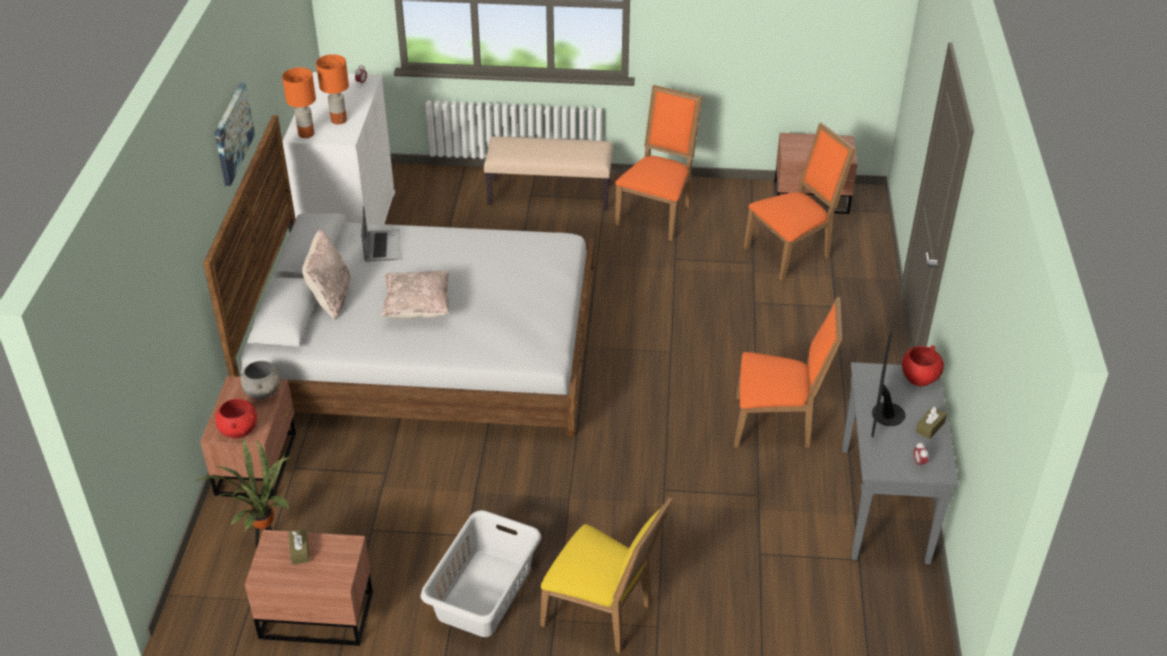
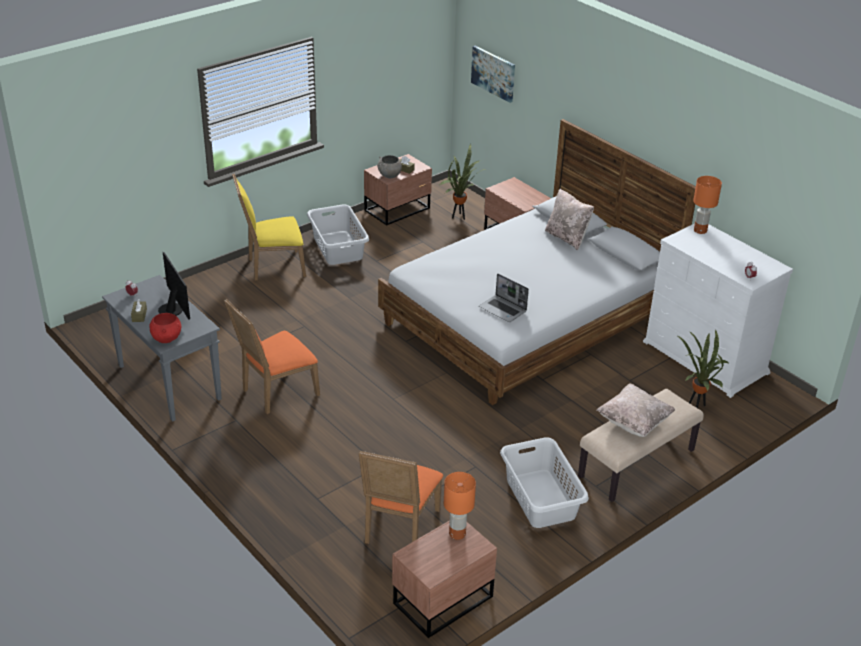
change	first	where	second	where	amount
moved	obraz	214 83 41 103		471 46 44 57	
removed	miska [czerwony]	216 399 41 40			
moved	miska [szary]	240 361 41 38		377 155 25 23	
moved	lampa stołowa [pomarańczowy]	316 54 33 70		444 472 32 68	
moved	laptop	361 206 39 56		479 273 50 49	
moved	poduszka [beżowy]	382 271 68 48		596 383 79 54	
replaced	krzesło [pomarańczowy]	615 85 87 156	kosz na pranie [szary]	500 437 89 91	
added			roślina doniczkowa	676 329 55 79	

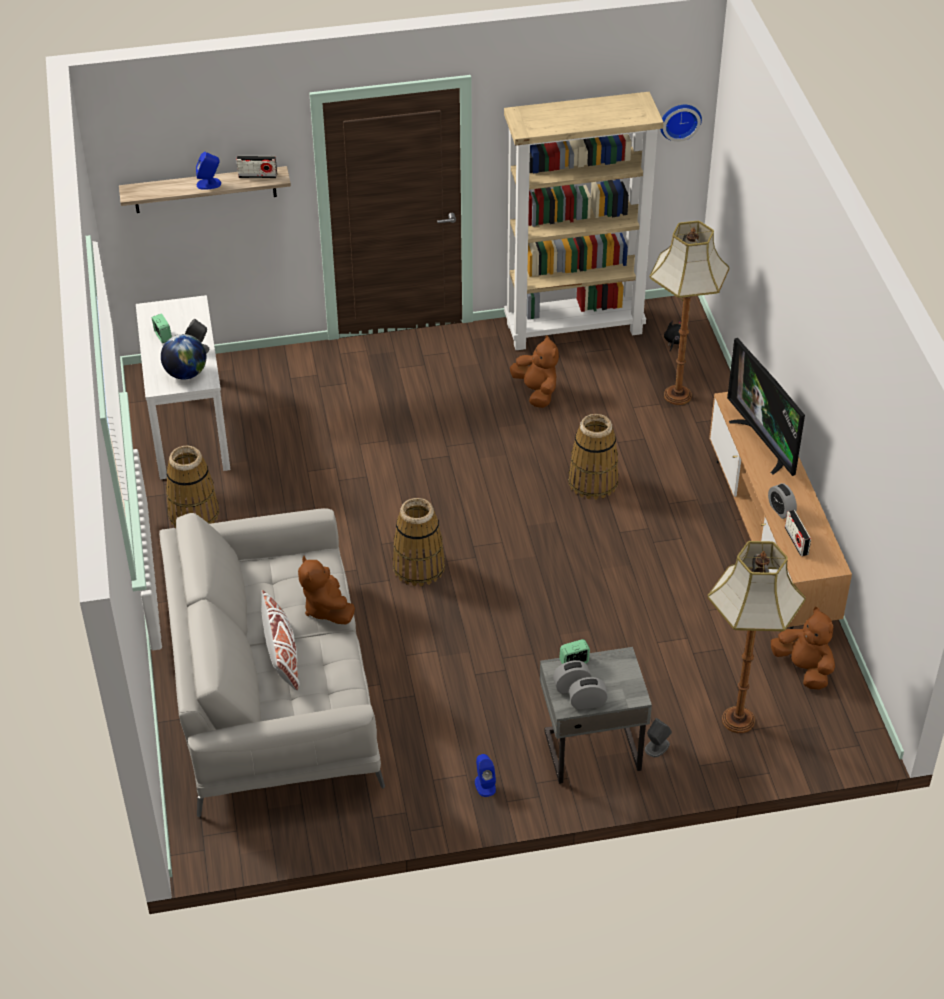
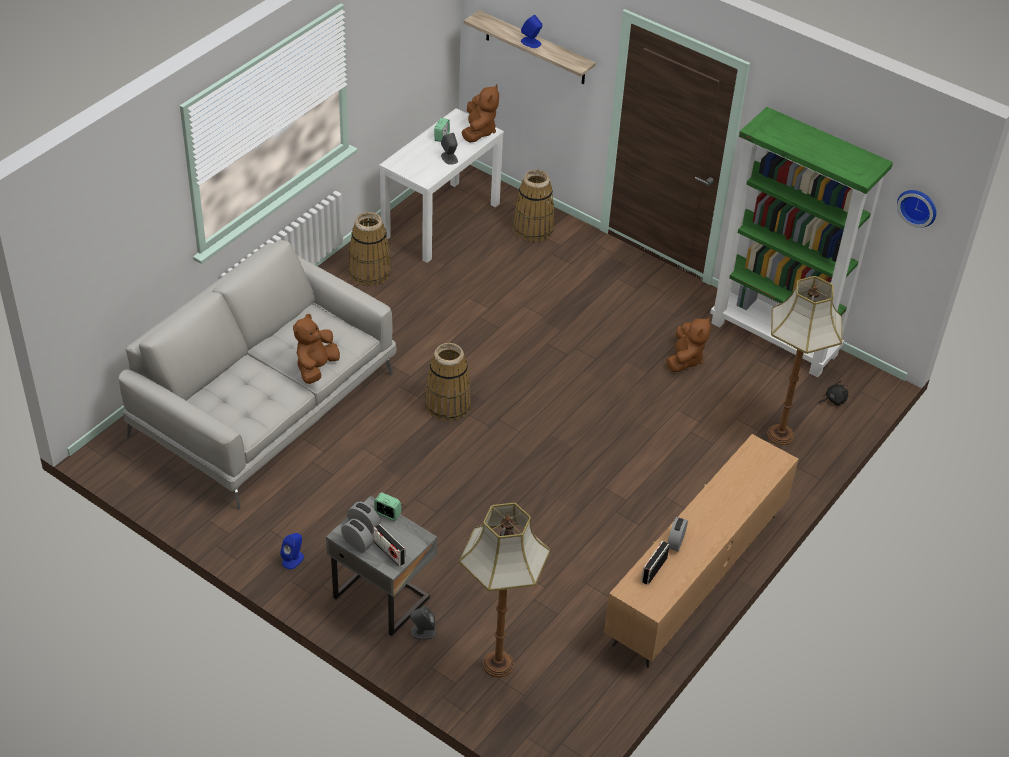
change	first	where	second	where	amount
removed	globus	161 334 45 46			
moved	radio	237 156 40 22		373 524 32 42	
removed	poduszka [biały]	261 590 38 100			
recoloured	regał [beżowy]	504 92 160 258	regał [zielony]	710 107 183 270	
moved	koszyk	568 414 51 86		513 170 41 72	
removed	telewizor	727 338 78 138			
moved	pluszak [brązowy]	771 607 64 83		462 84 37 59	

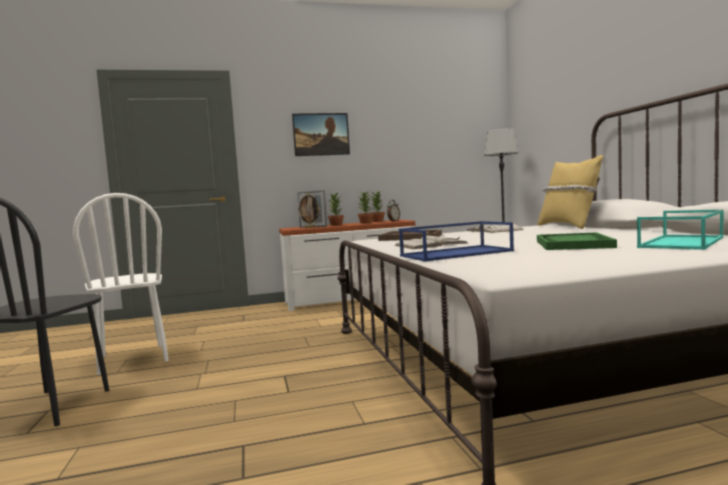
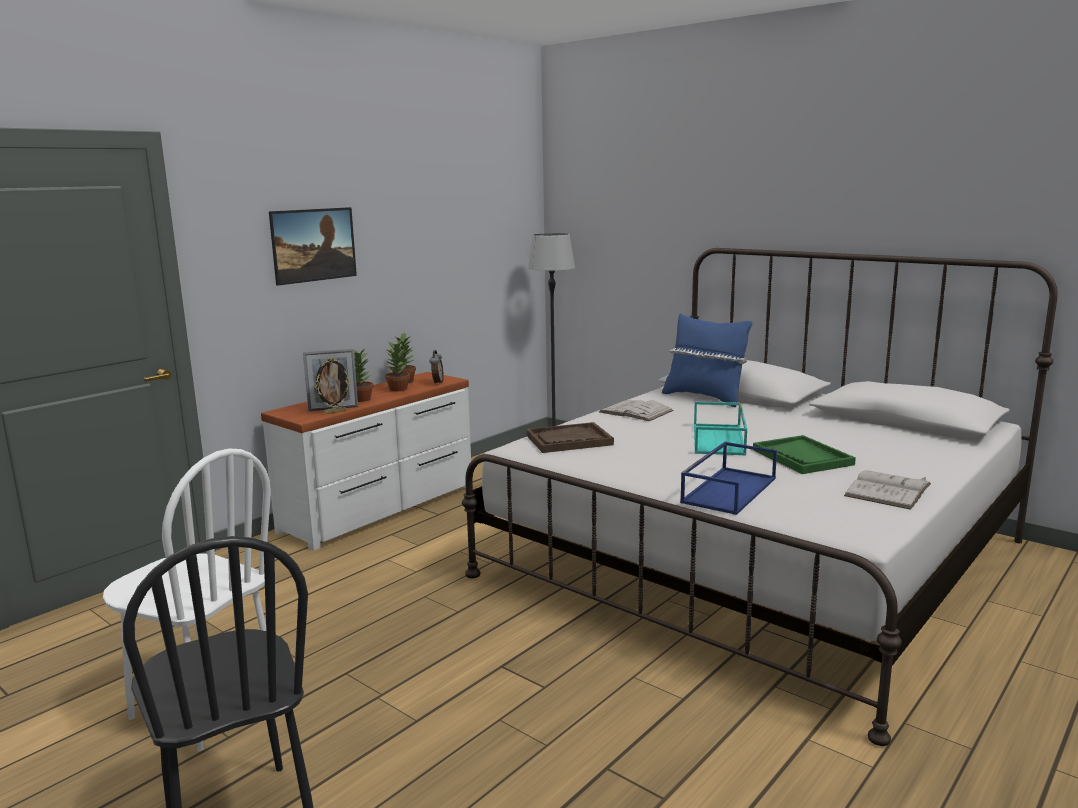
change	first	where	second	where	amount
moved	książka [biały]	395 235 72 14		844 470 87 40	
recoloured	poduszka [żółty]	537 155 66 74	poduszka [niebieski]	662 313 91 94	
moved	taca [turkusowy]	637 209 87 41		694 402 53 54	

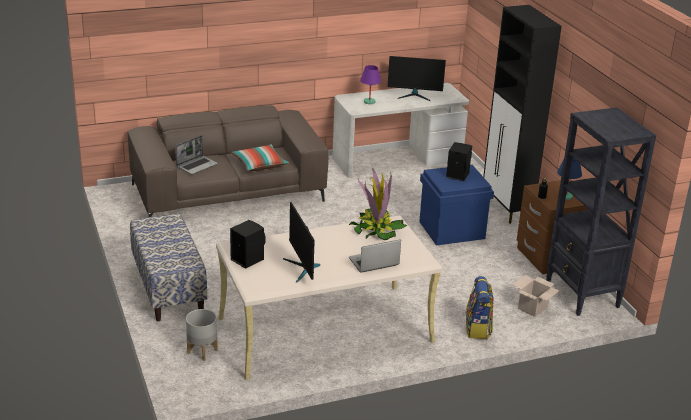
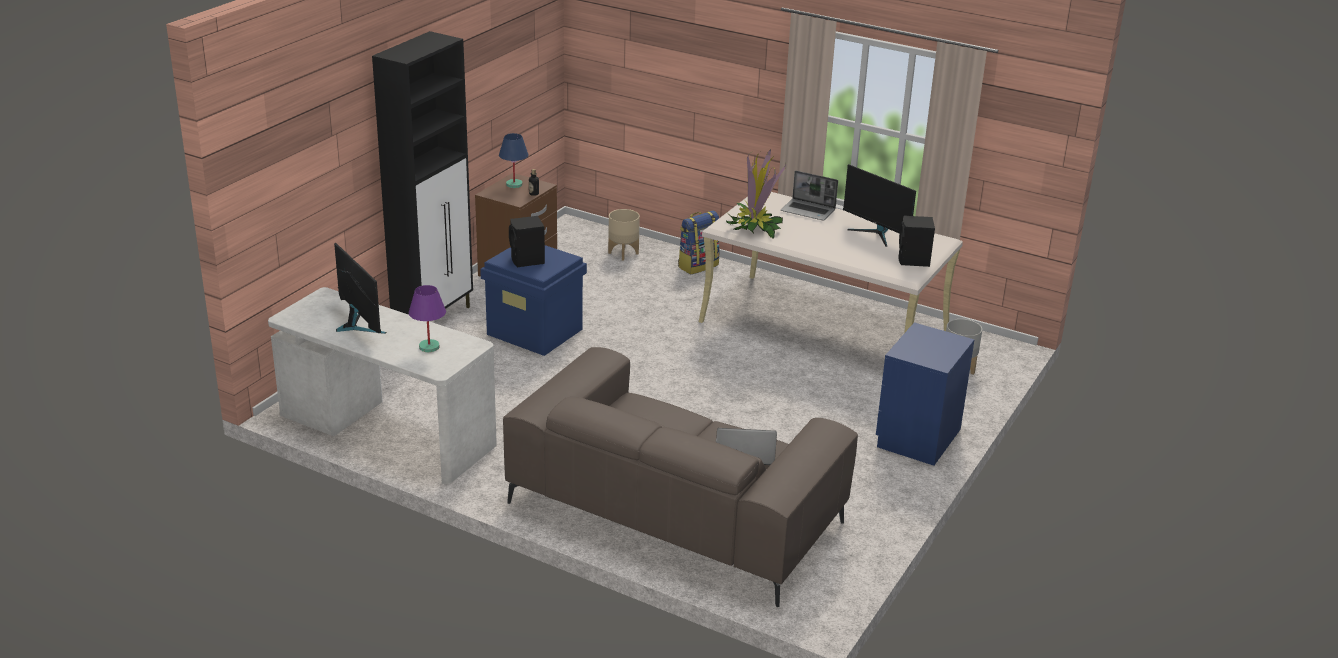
change	first	where	second	where	amount
replaced	ławka	130 213 77 108	szafka nocna [niebieski]	876 322 99 144	
removed	poduszka	231 145 58 26			
turned	monitor	283 202 37 80		843 164 73 83	105 degrees clockwise
replaced	karton	513 275 47 42	donica [beżowy]	608 209 32 51	
removed	regał [czarny]	546 107 110 209			

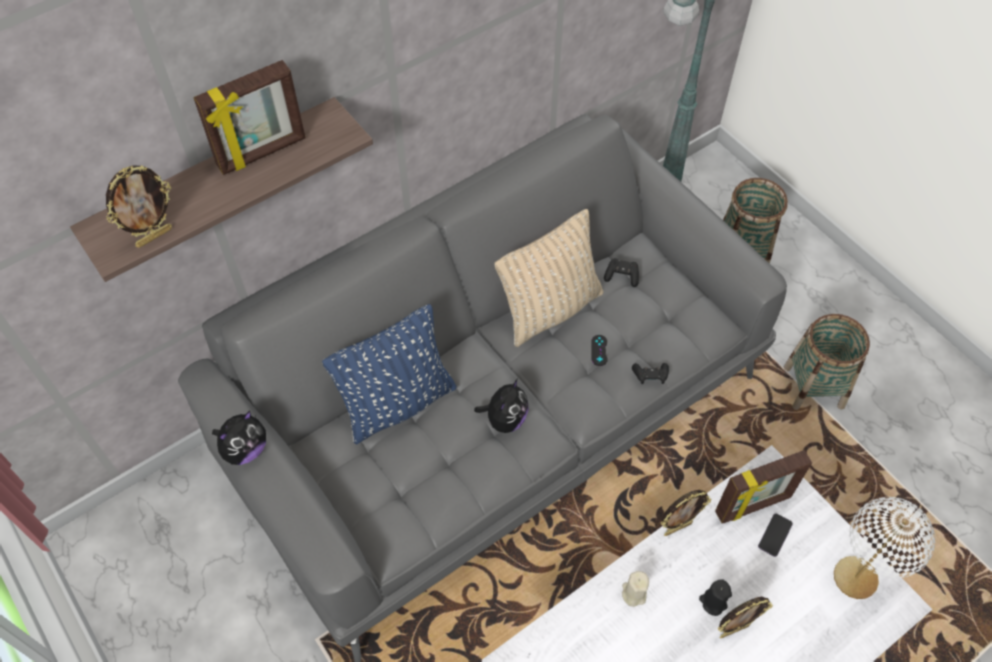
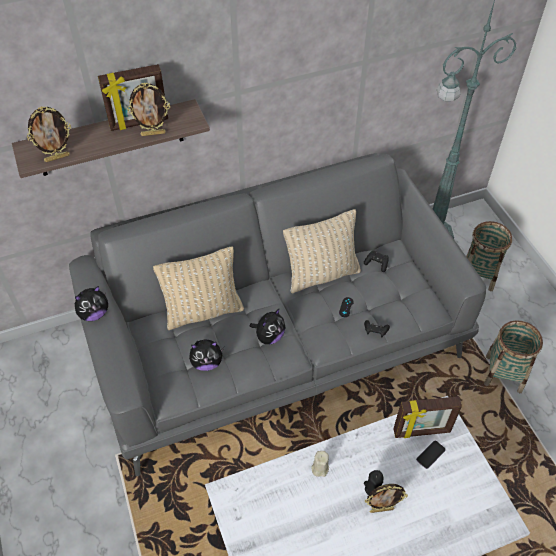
change	first	where	second	where	amount
recoloured	poduszka [niebieski]	322 304 135 141	poduszka [beżowy]	153 247 91 83	
moved	ramka na zdjęcie	660 490 52 46		127 82 43 54	
removed	lampa stołowa [biały]	834 497 101 102			
added			pluszak	189 340 35 31	

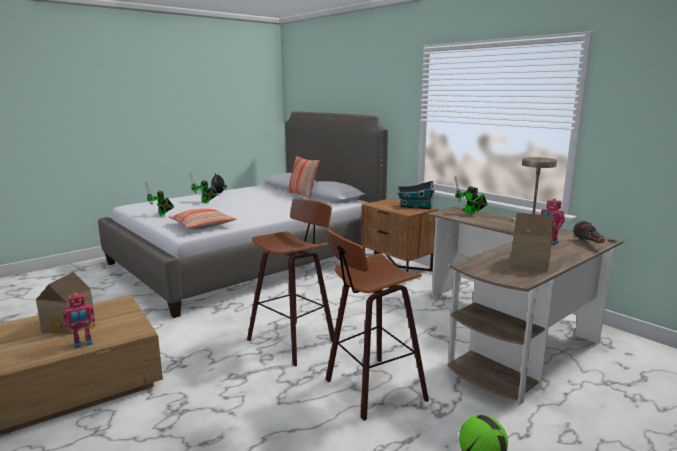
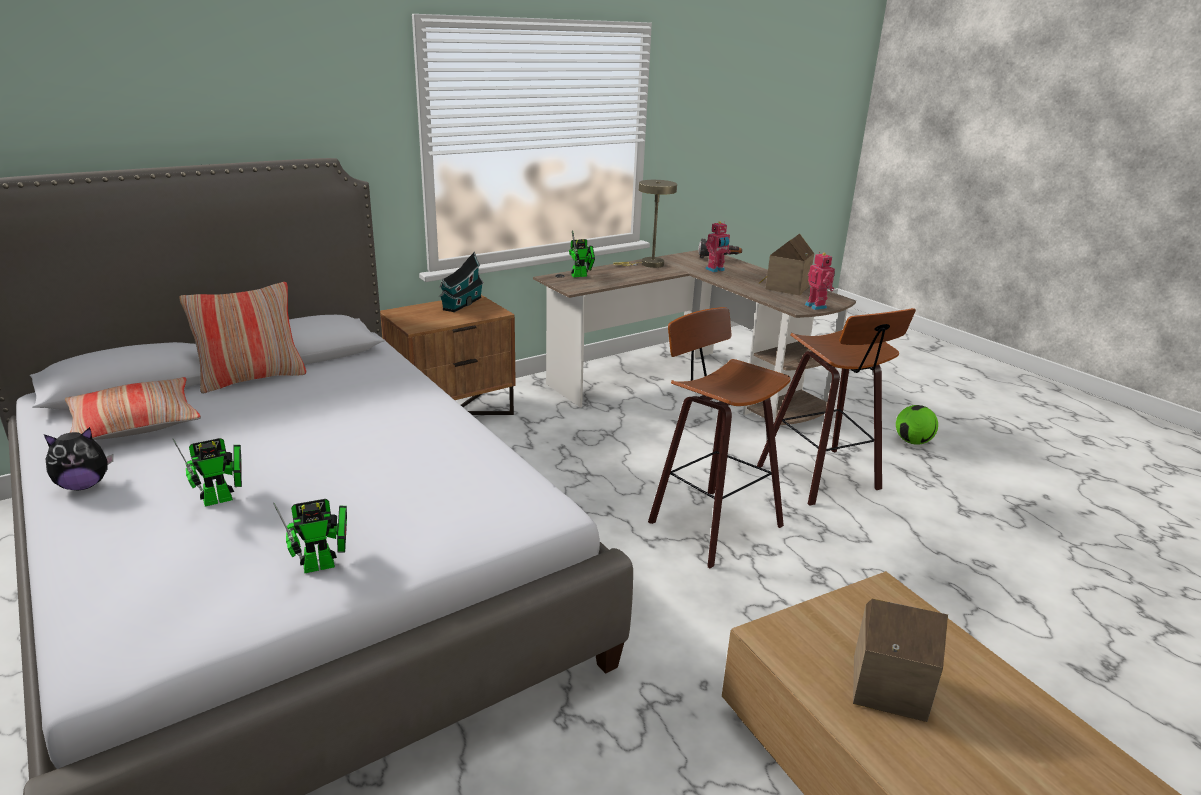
change	first	where	second	where	amount
moved	robot zabawkowy	63 292 32 57		805 252 30 58	
moved	poduszka	169 209 67 20		65 377 136 63	

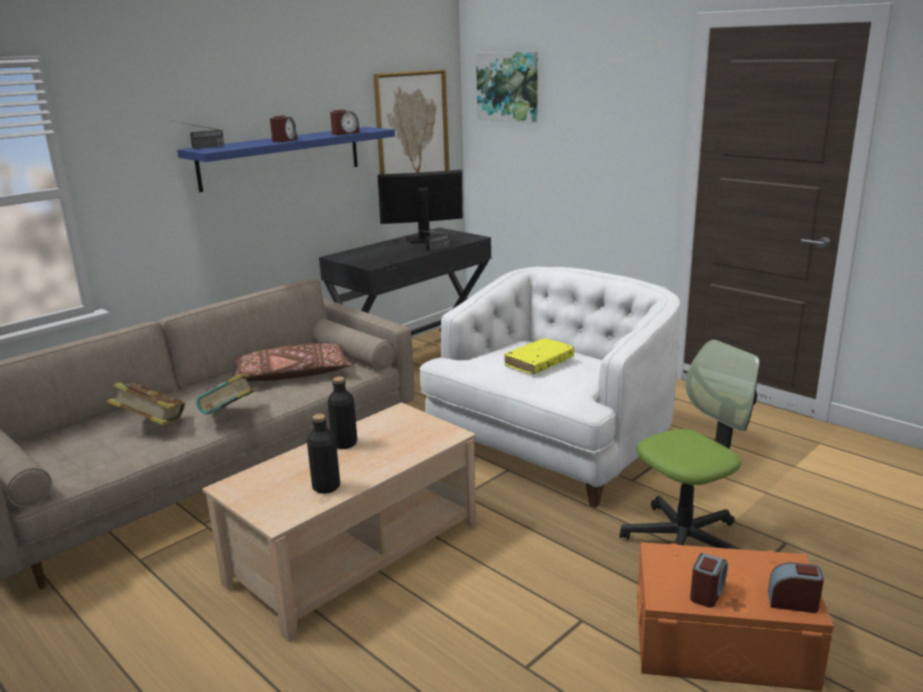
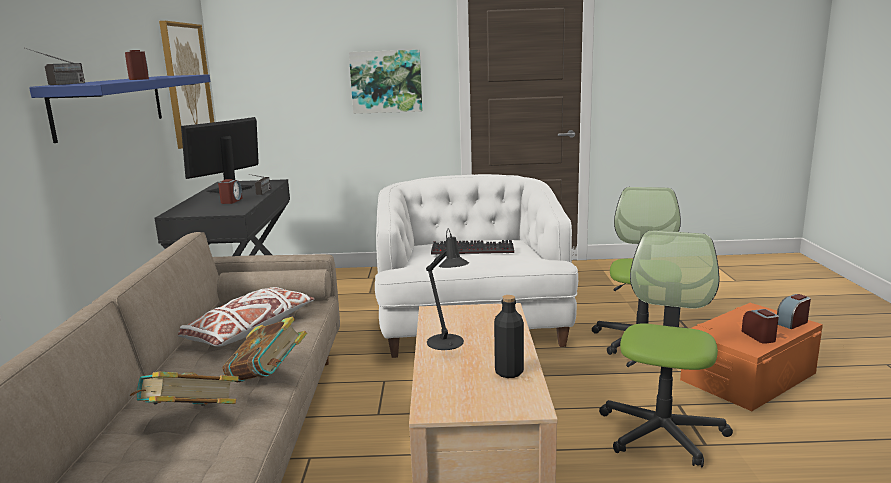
change	first	where	second	where	amount
recoloured	poduszka [brązowy]	233 343 119 38	poduszka [biały]	178 287 137 60	
replaced	butelka [czarny]	327 377 30 72	lampa stołowa [czarny]	426 229 43 121	
moved	budzik	330 110 29 25		218 179 24 25	
moved	obraz	476 52 62 71		349 50 73 64	
replaced	książka [żółty]	504 338 70 36	klawiatura	431 240 83 15	
added			krzesło biurowe	599 230 134 238	

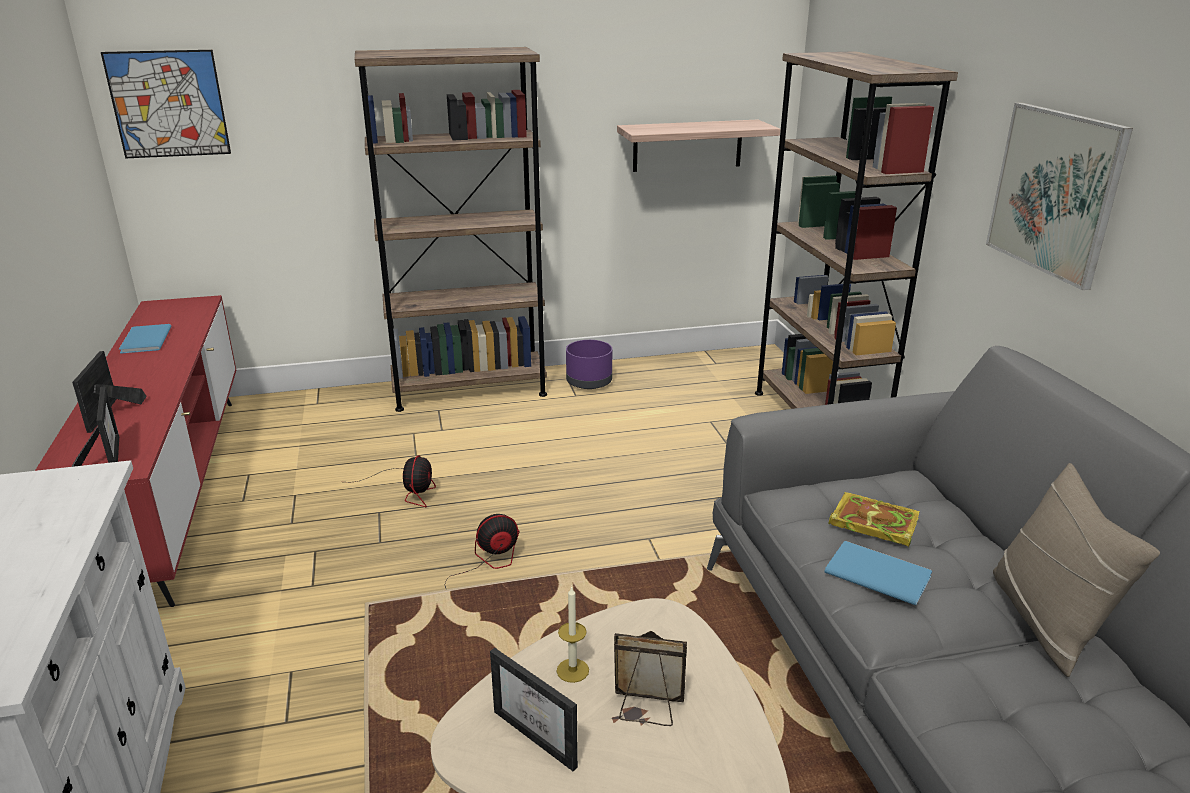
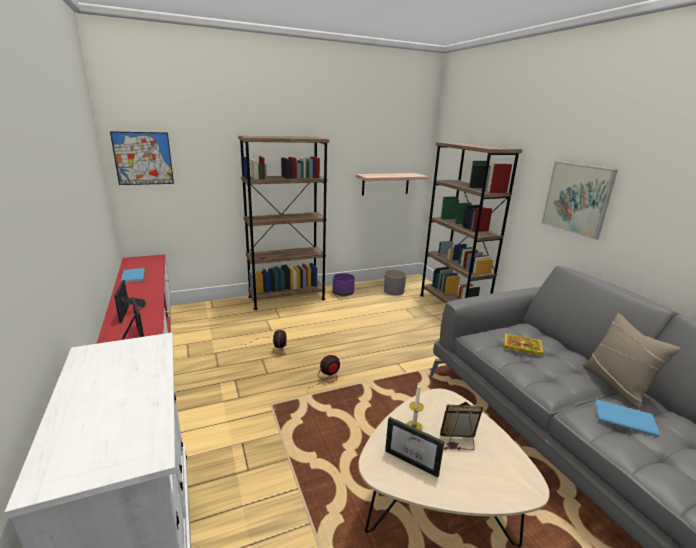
change	first	where	second	where	amount
moved	książka [niebieski]	824 541 108 64		595 400 65 37	
added			donica [szary]	384 270 22 26	

